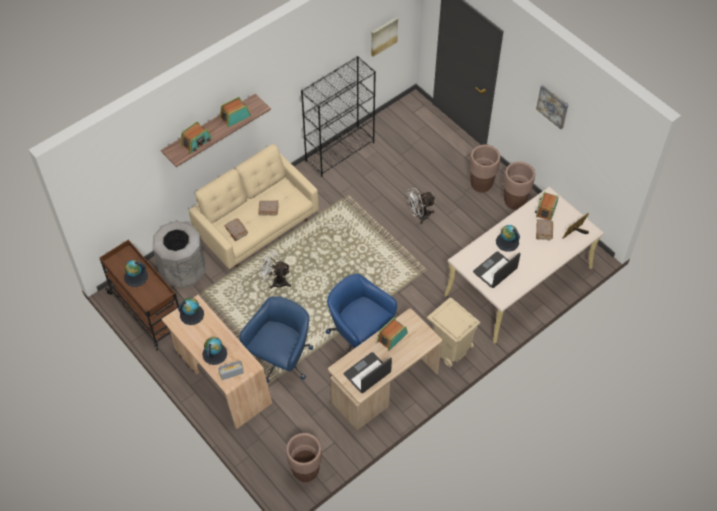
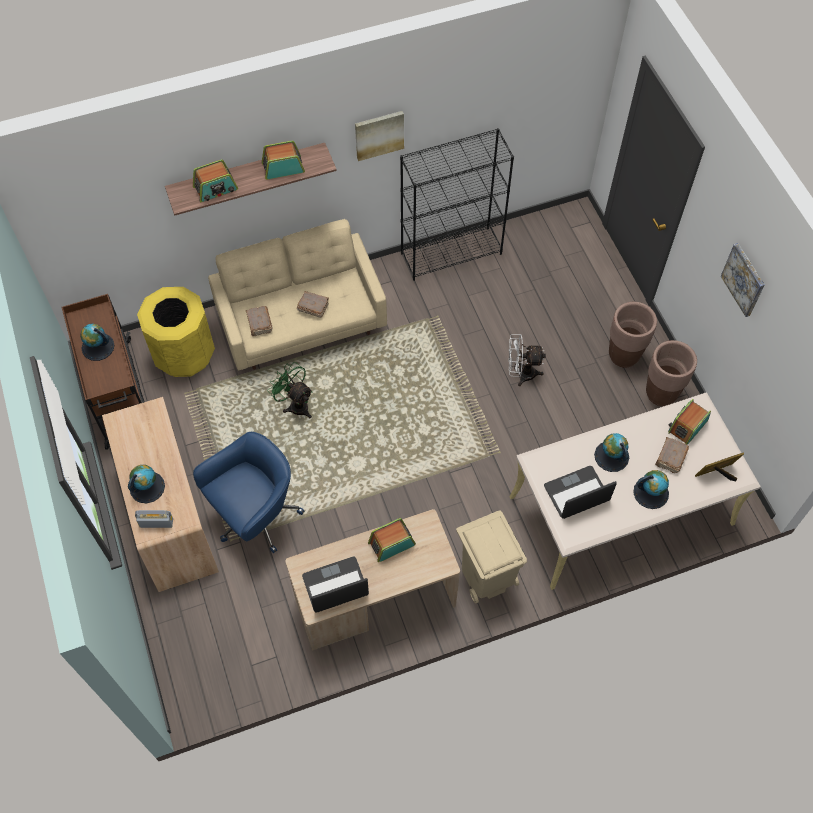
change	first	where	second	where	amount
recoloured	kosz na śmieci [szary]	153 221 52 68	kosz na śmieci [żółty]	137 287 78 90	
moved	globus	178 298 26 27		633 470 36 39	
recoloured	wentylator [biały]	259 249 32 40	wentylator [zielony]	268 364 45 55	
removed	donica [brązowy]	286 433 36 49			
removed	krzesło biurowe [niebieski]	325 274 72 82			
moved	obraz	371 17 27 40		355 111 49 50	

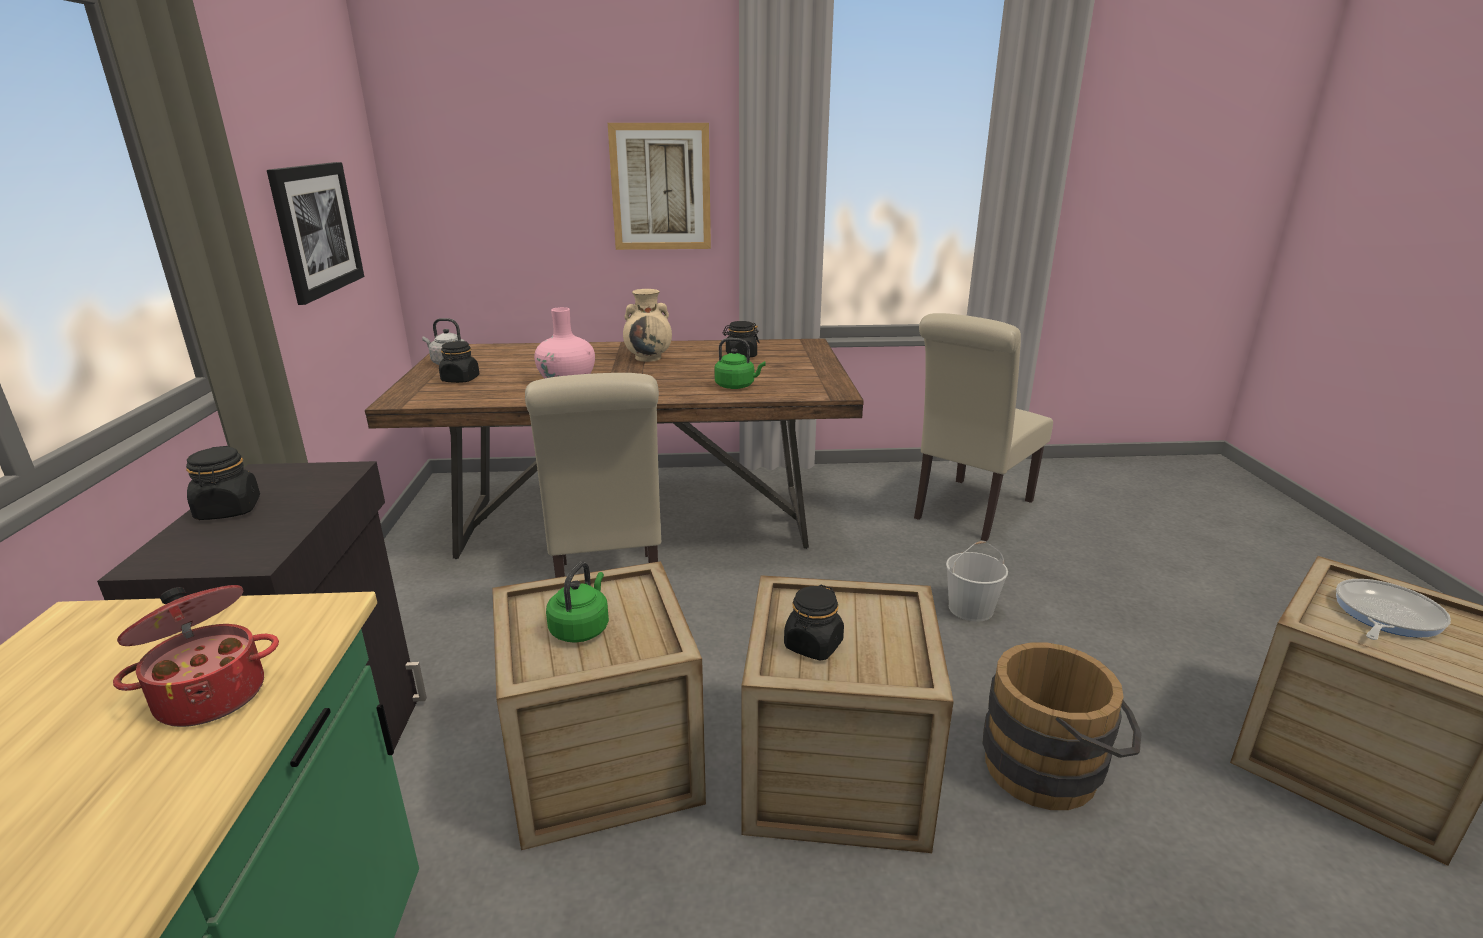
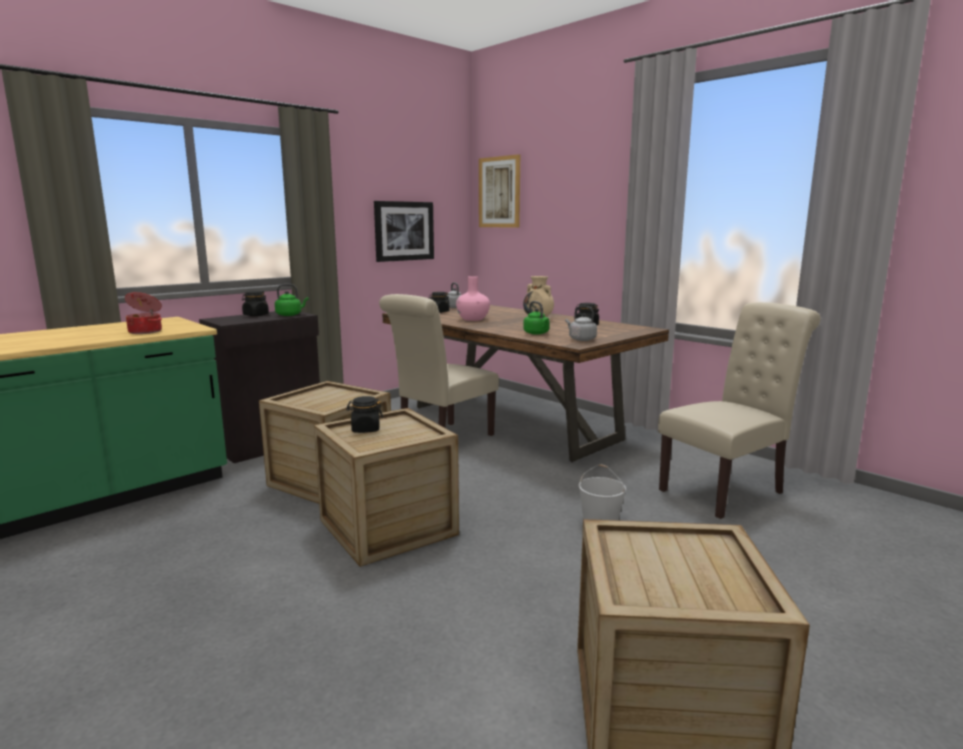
change	first	where	second	where	amount
moved	czajnik [zielony]	546 562 63 81		275 284 33 32	
moved	obraz	608 123 103 127		479 154 41 74	
turned	krzesło [beżowy]	914 313 139 228		658 302 163 217	150 degrees clockwise
removed	wiadro [brązowy]	983 642 159 168			
removed	patelnia	1336 579 115 61			
added			czajnik [szary]	565 306 32 35	

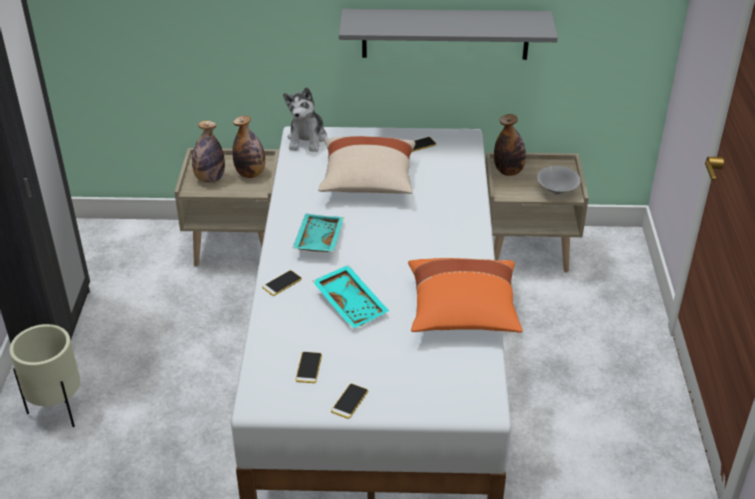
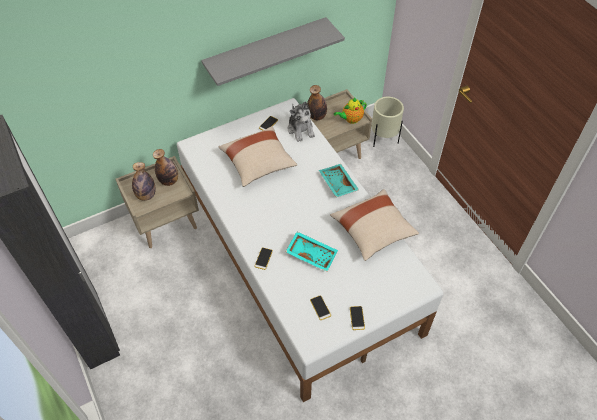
change	first	where	second	where	amount
moved	donica [beżowy]	10 324 70 103		372 97 32 50	
moved	pluszak	283 87 44 65		288 102 27 40	
moved	taca [turkusowy]	293 213 51 39		319 164 40 33	
recoloured	poduszka [pomarańczowy]	408 258 115 75	poduszka [beżowy]	330 189 89 72	
replaced	miska [szary]	537 166 43 28	imbryk	334 98 33 26	

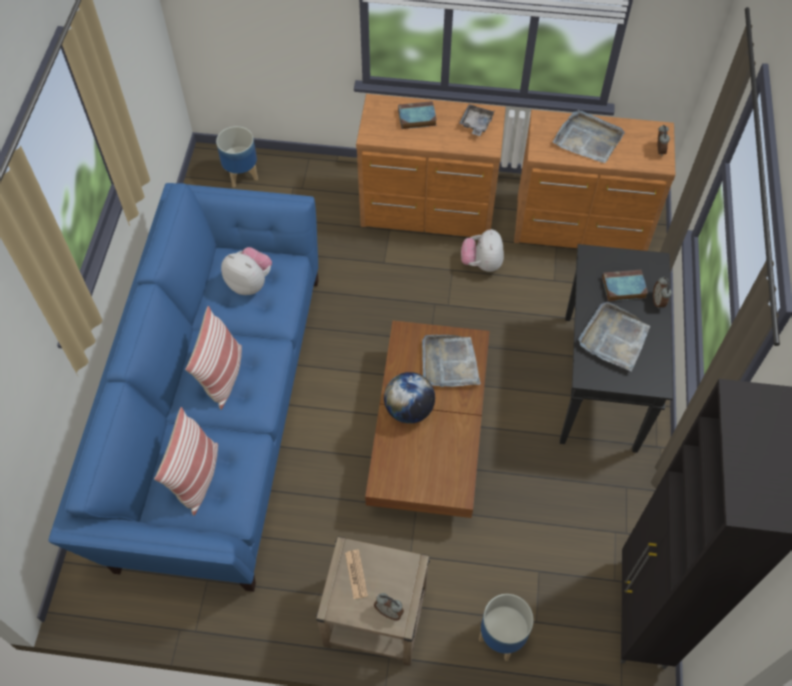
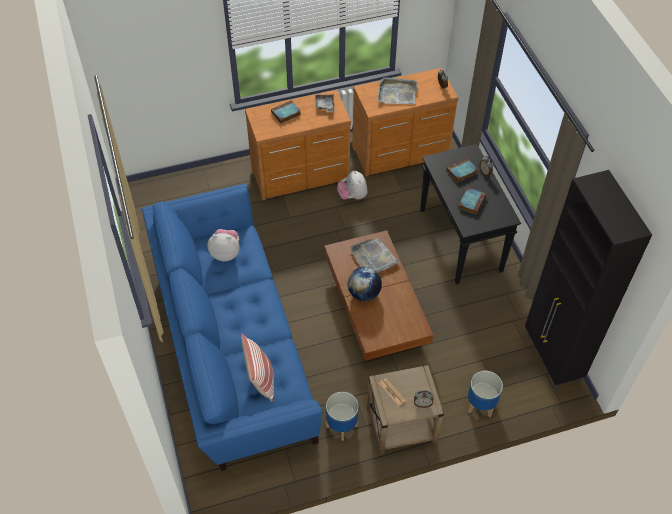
change	first	where	second	where	amount
removed	poduszka	185 306 57 104			
moved	donica	216 126 42 62		326 392 32 49	
replaced	taca [szary]	578 302 72 70	książka	458 187 28 28	

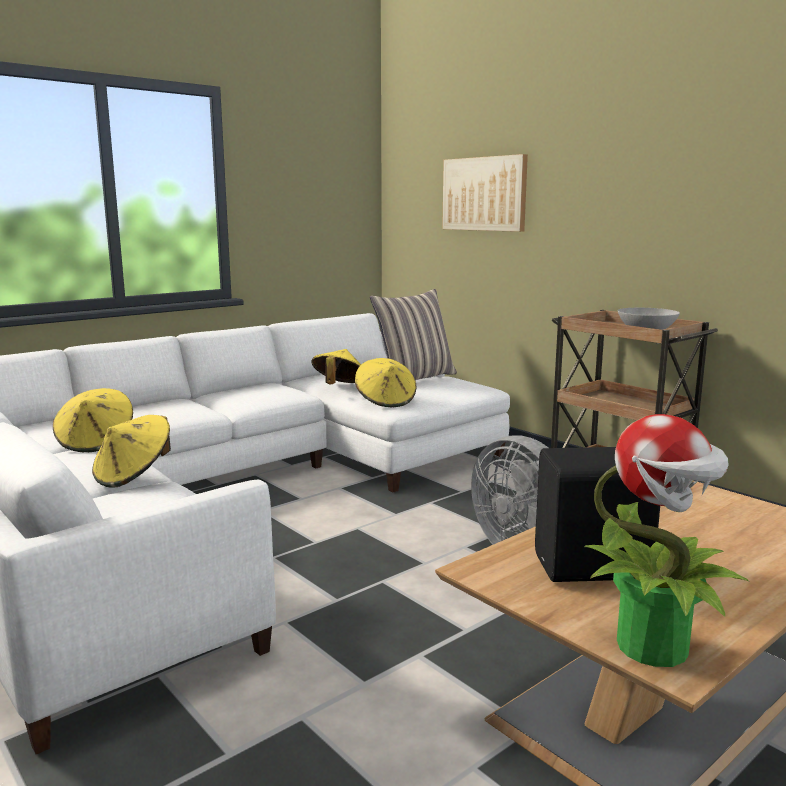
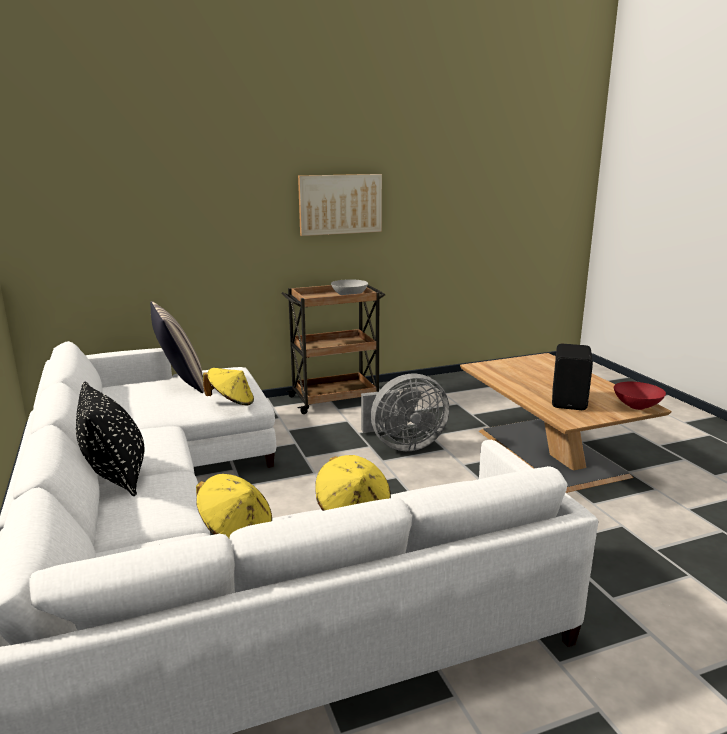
change	first	where	second	where	amount
removed	kapelusz [żółty]	311 349 50 35			
moved	obraz	442 154 86 78		298 174 84 62	
replaced	roślina doniczkowa	584 414 165 253	miska [czerwony]	614 382 52 28	
added			poduszka [czarny]	76 382 69 114	

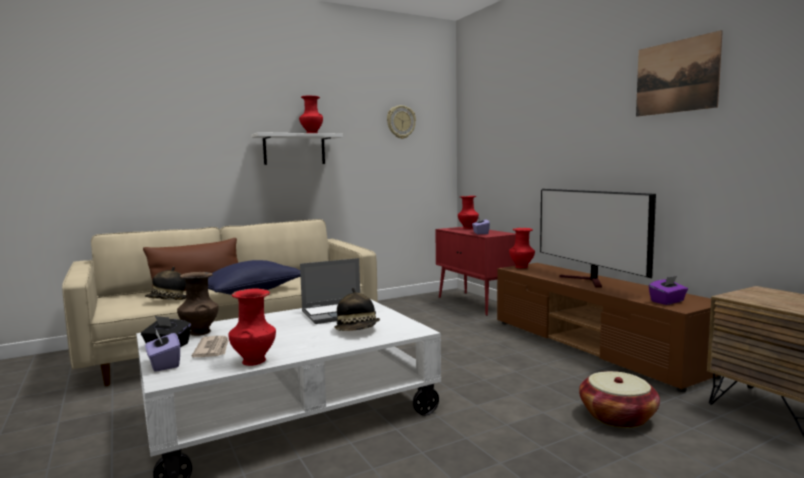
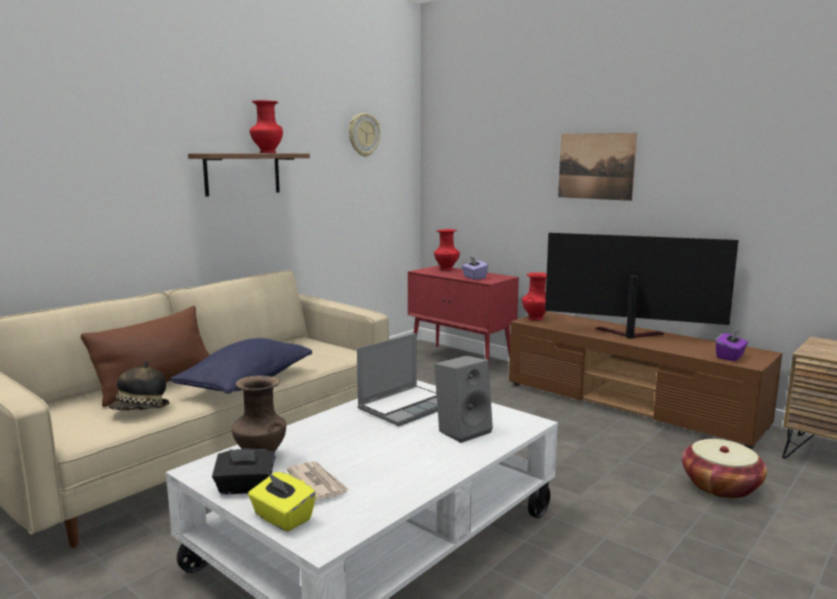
change	first	where	second	where	amount
recoloured	pudełko chusteczek [fioletowy]	145 329 35 43	pudełko chusteczek [żółty]	248 472 68 60	
removed	wazon [czerwony]	228 288 48 78			
recoloured	półka [biały]	251 132 92 33	półka [brązowy]	188 154 122 43	
replaced	kapelusz	334 288 46 43	głośnik [szary]	434 356 59 87	
turned	telewizor	540 189 116 98		545 233 193 105	150 degrees clockwise
moved	obraz	636 30 87 87		558 132 79 69	

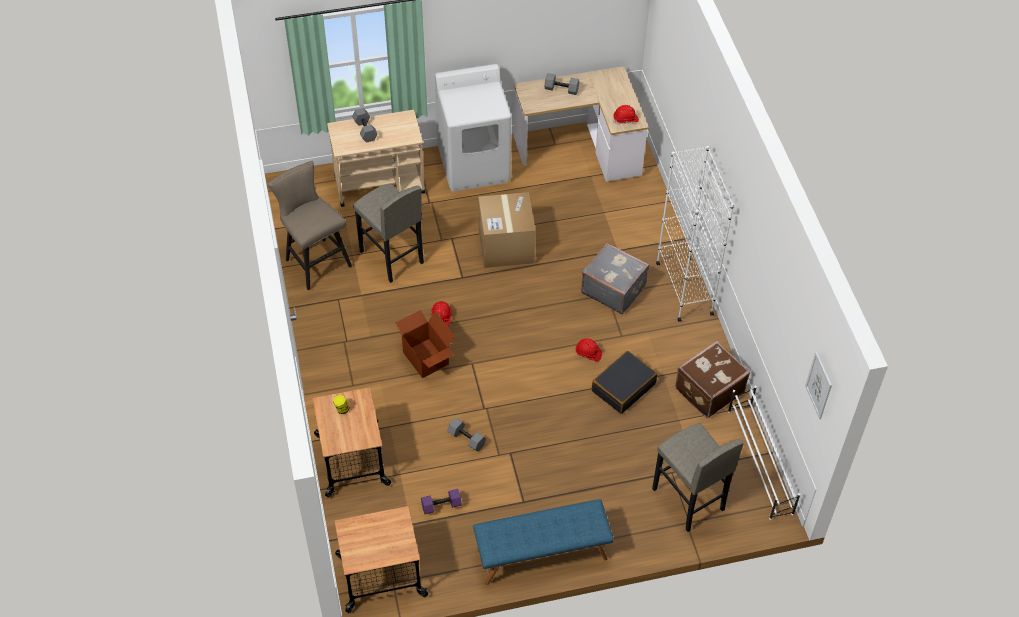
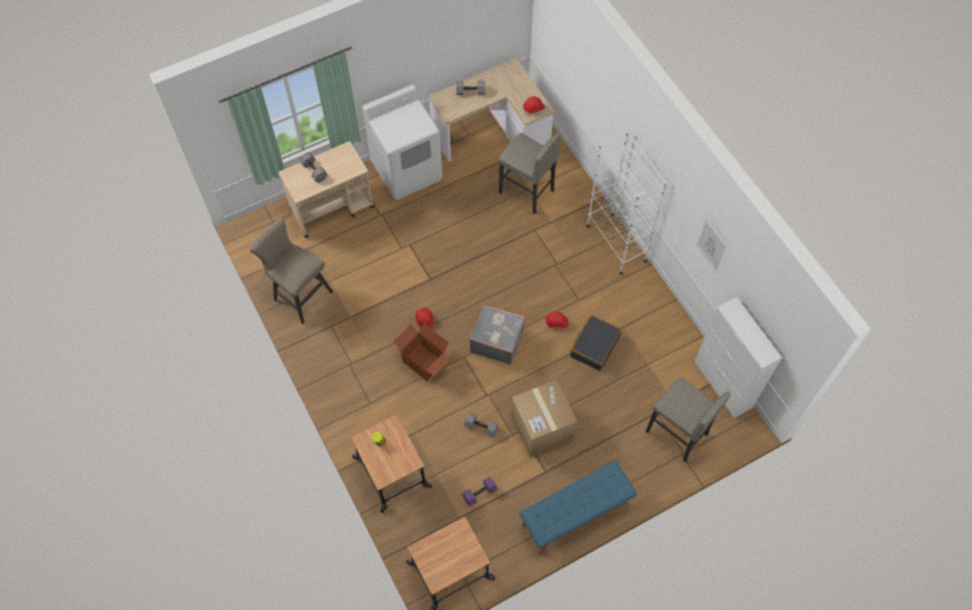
change	first	where	second	where	amount
moved	stołek [szary]	353 183 71 100		498 132 63 82	
moved	karton	478 192 58 76		511 380 66 77	
moved	walizka [szary]	581 243 68 71		469 304 56 60	
removed	walizka [brązowy]	675 341 75 77			
replaced	regał na buty [biały]	728 386 72 134	szafka [biały]	694 297 88 121	
moved	obraz	805 352 27 67		697 220 29 50	

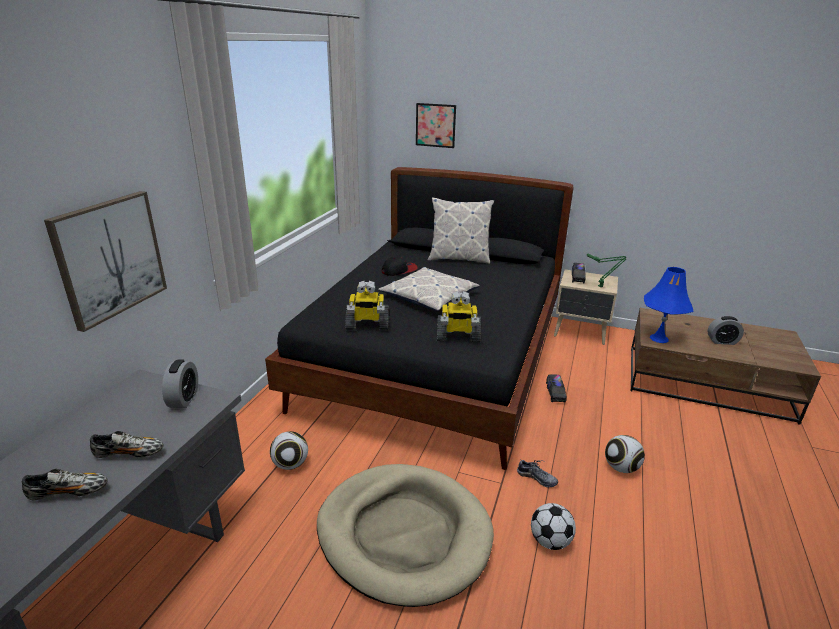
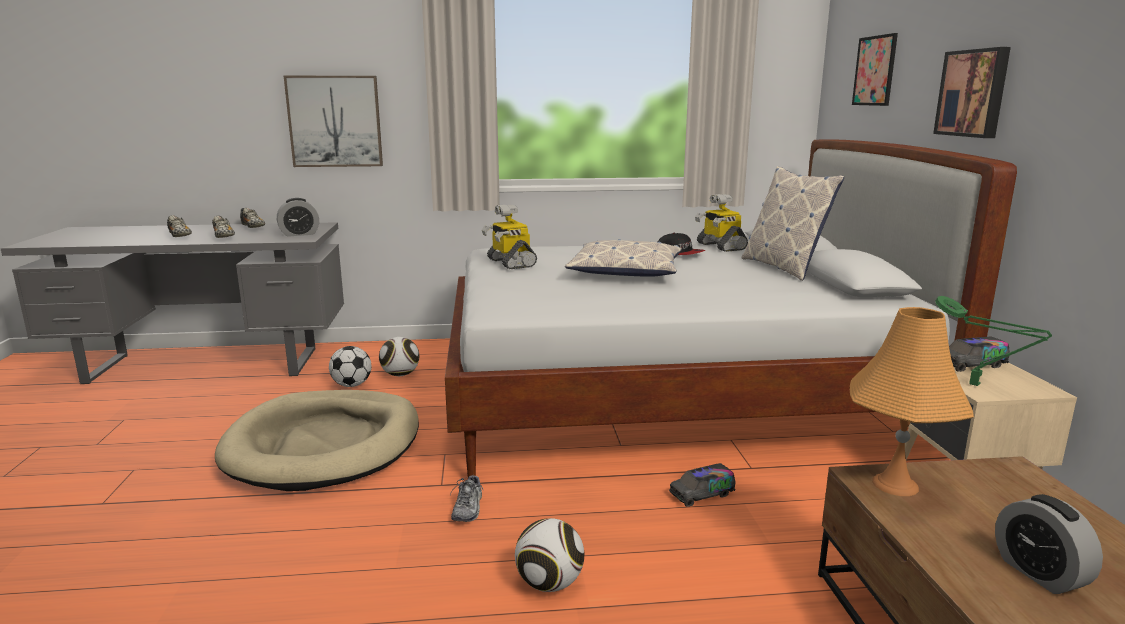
change	first	where	second	where	amount
recoloured	łóżko [czarny]	265 167 309 303	łóżko [biały]	445 139 572 338	
moved	robot zabawkowy	437 291 44 52		695 194 53 58	
moved	piłka futbolowa	531 503 45 47		329 346 42 41	
recoloured	lampa stołowa [niebieski]	644 267 50 76	lampa stołowa [pomarańczowy]	850 307 124 189	
added			but	240 208 25 20	
added			obraz	933 47 78 91	

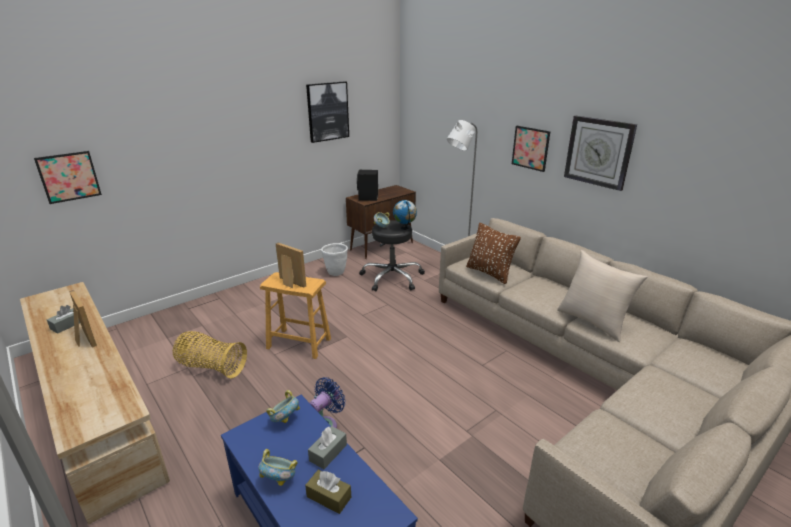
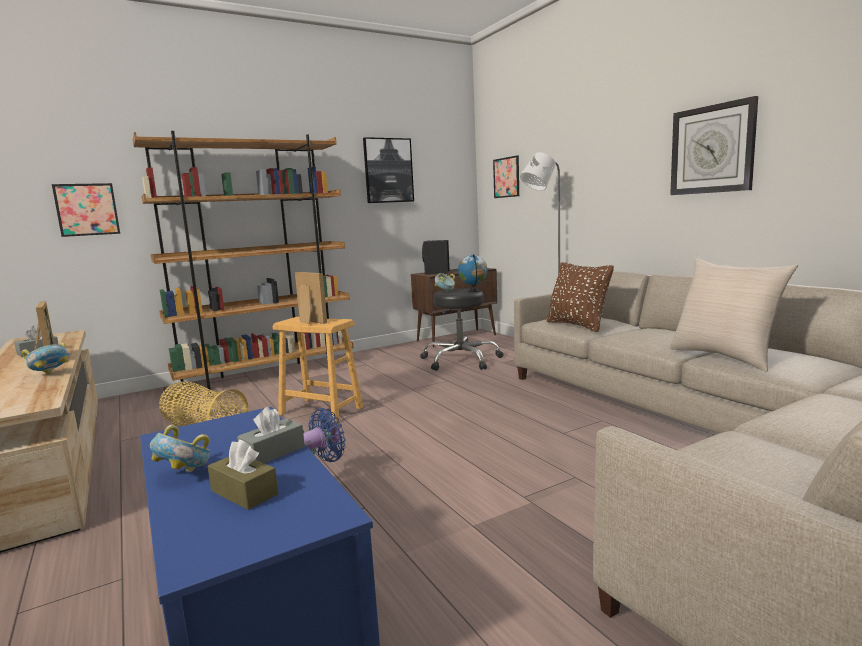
change	first	where	second	where	amount
moved	miska	266 390 34 33		22 343 47 31	
removed	donica [biały]	321 243 27 33			
moved	obraz	512 126 38 46		493 155 26 43	
added			regał [brązowy]	133 131 221 259	

